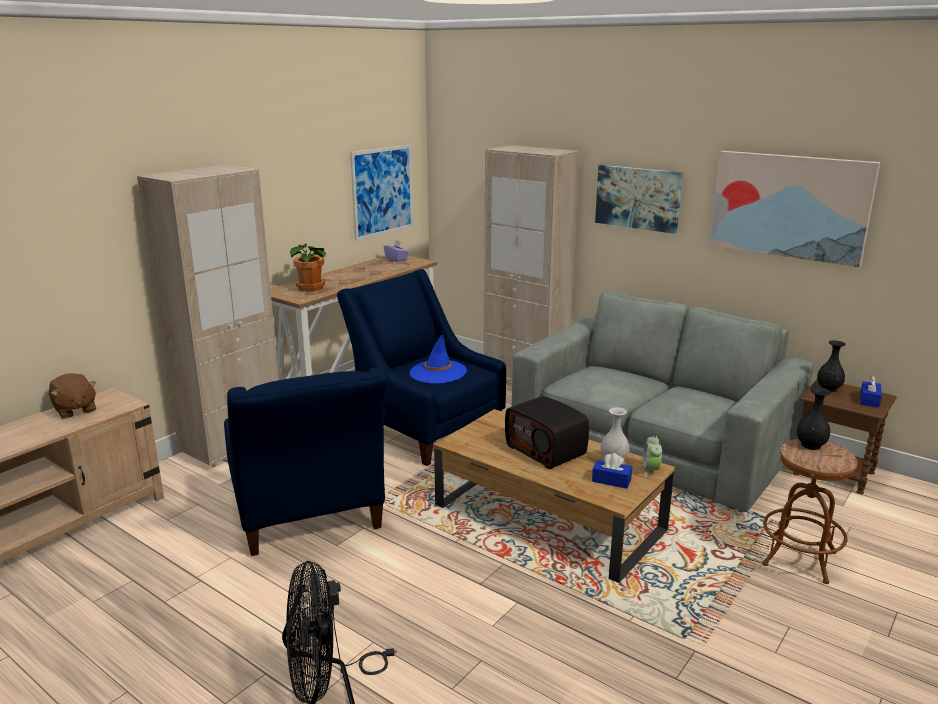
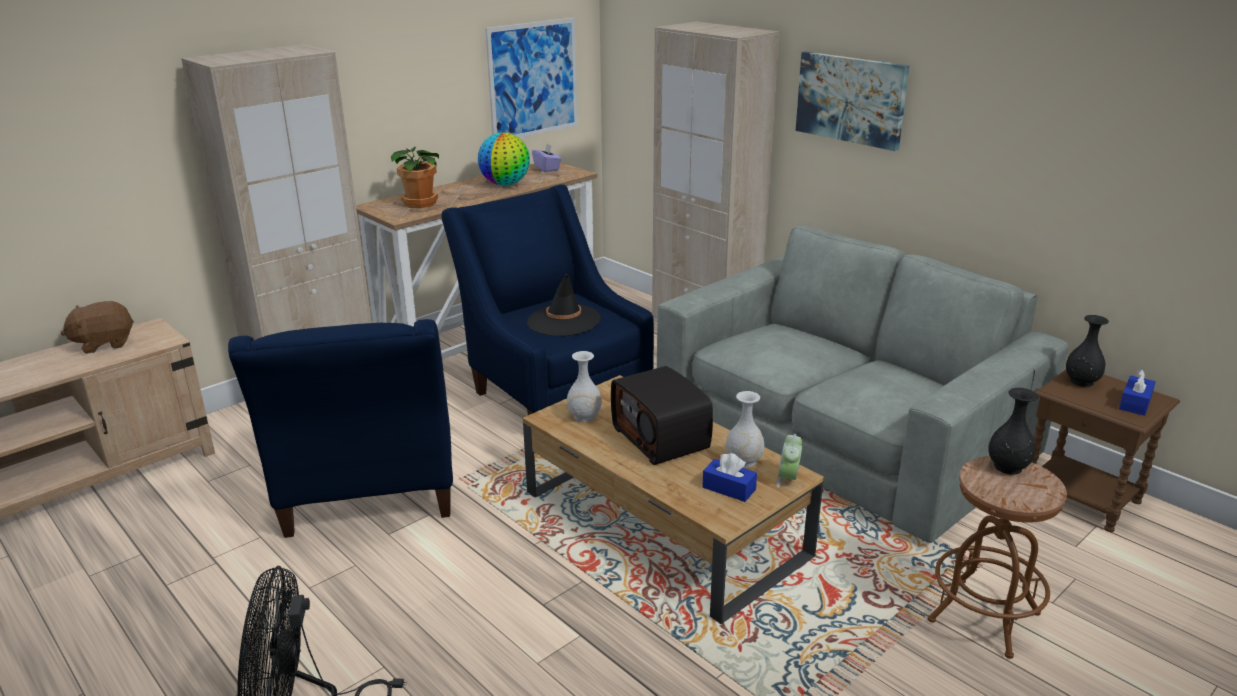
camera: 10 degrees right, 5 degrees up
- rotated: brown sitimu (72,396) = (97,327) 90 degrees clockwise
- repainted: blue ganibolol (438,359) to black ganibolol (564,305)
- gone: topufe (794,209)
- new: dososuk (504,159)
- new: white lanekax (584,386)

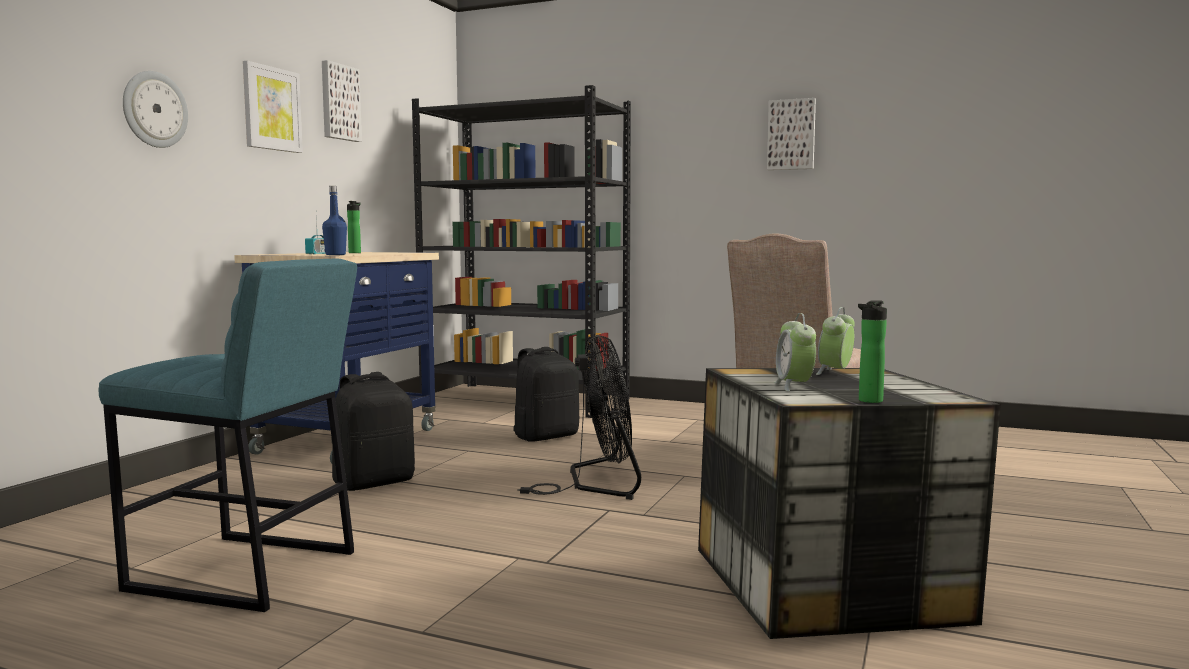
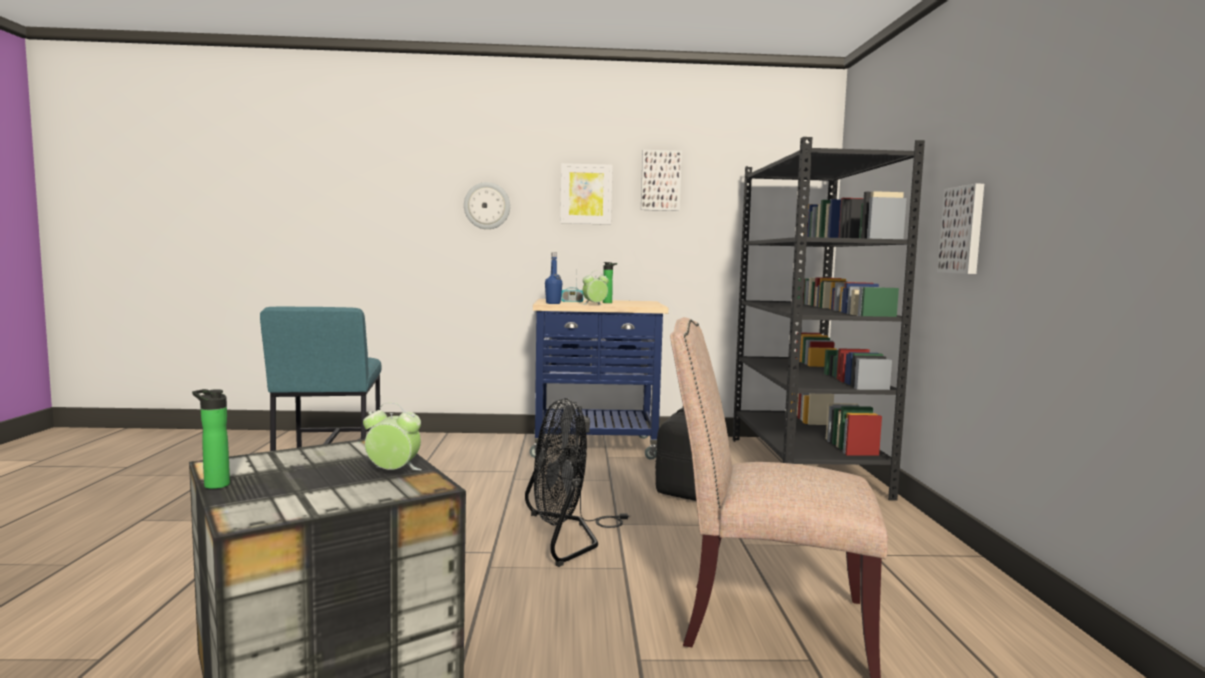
camera: 65 degrees right, 0 degrees up
- gone: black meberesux (373,431)
- rotated: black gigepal (579,417) = (577,482) 105 degrees clockwise
- shifted: topufe (791,134) to (960,229)
- shifted: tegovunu (795,352) to (595,288)

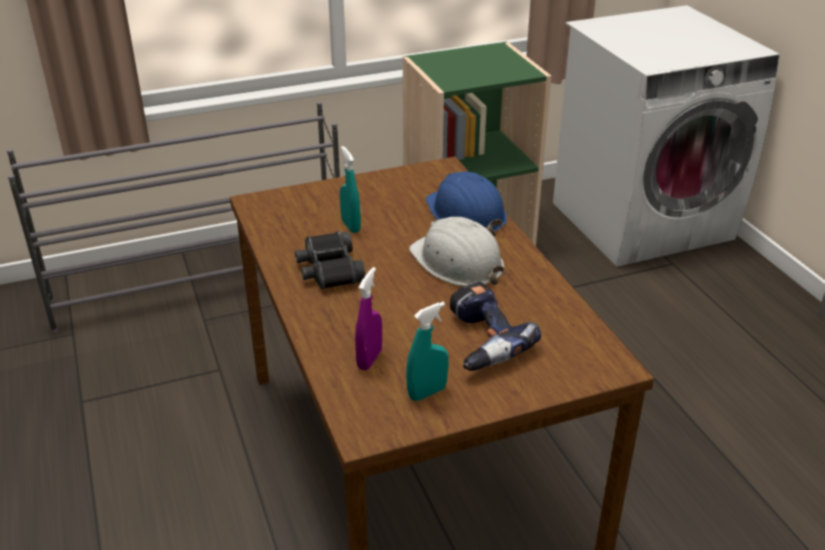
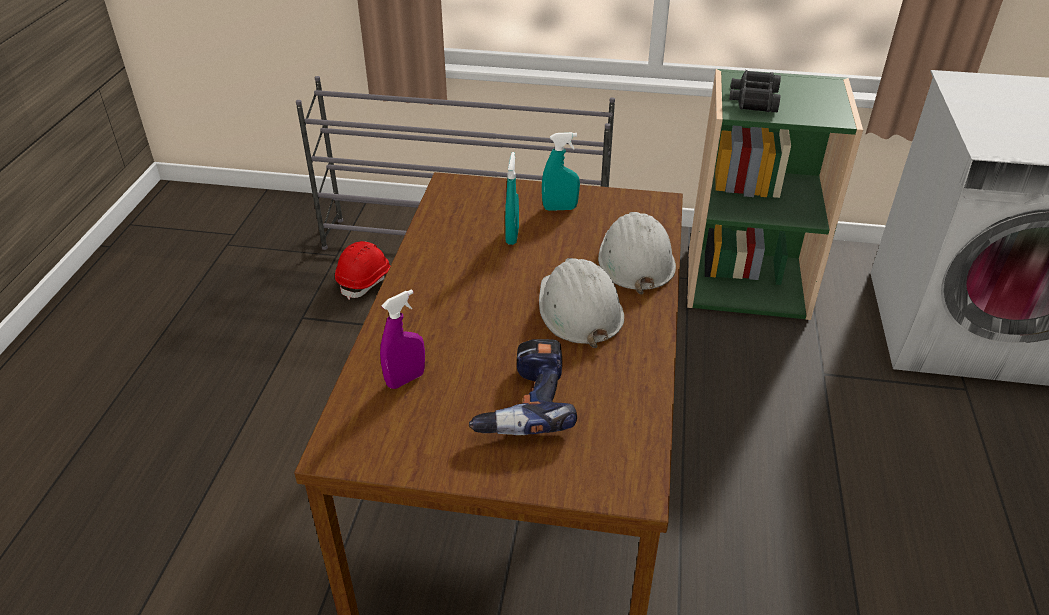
camera: 30 degrees right, 5 degrees up
- shifted: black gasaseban (330,260) to (755,91)
- shifted: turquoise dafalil (427,351) to (561,171)
- repainted: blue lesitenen (466,203) to white lesitenen (637,253)
- new: red lesitenen (363,270)

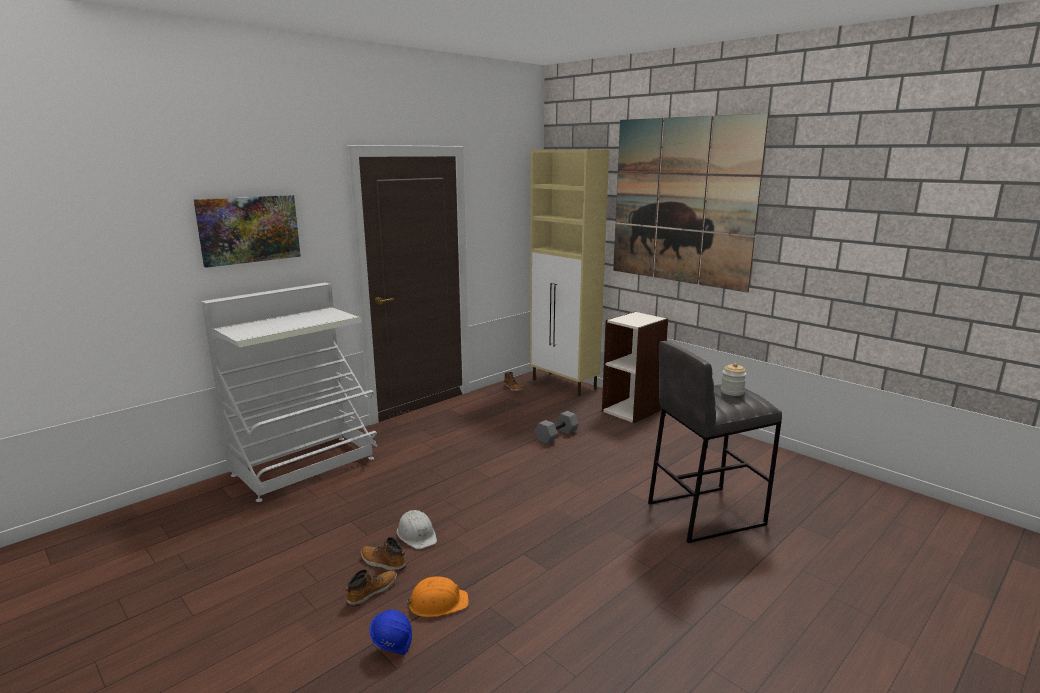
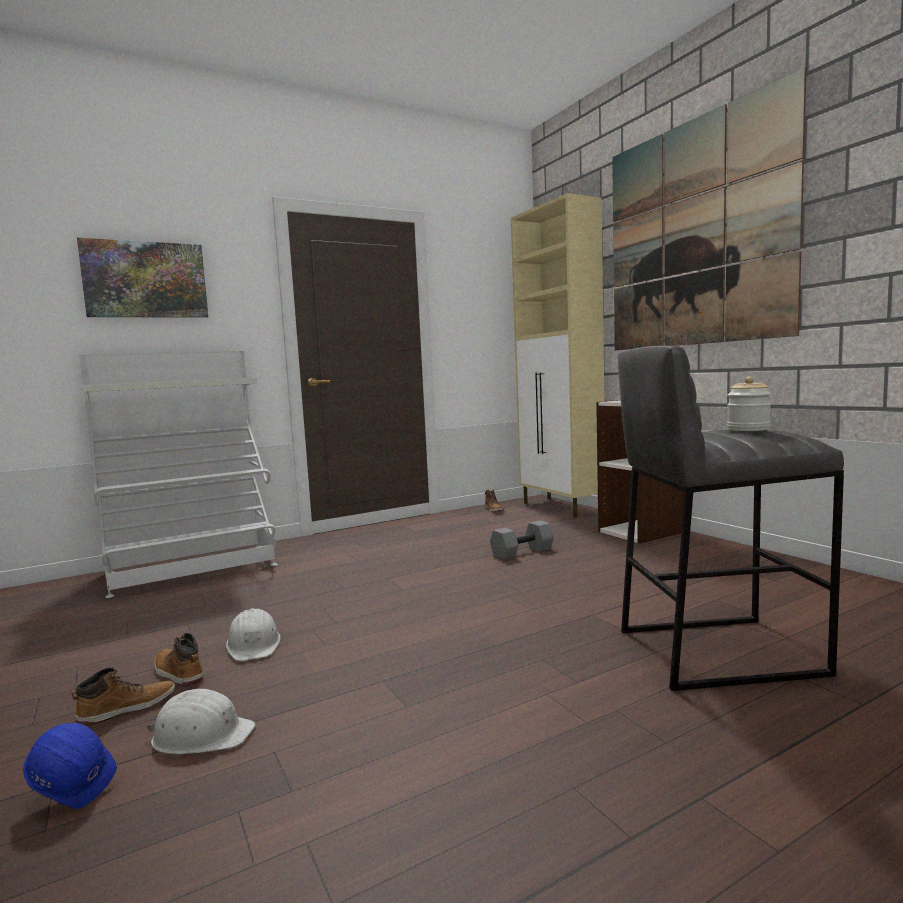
camera: 15 degrees right, 10 degrees down
- repainted: orange lesitenen (437,596) to white lesitenen (201,721)

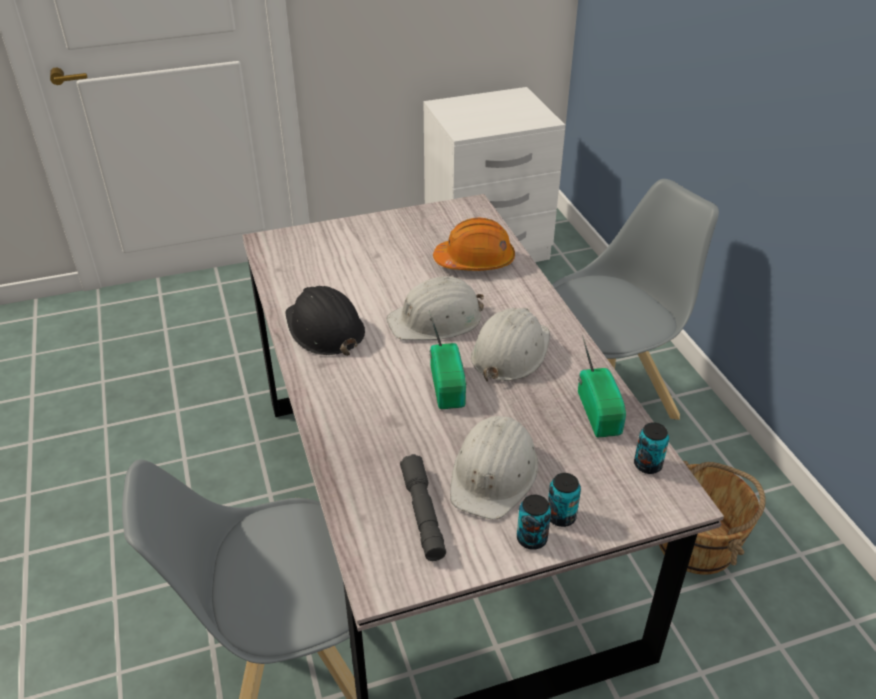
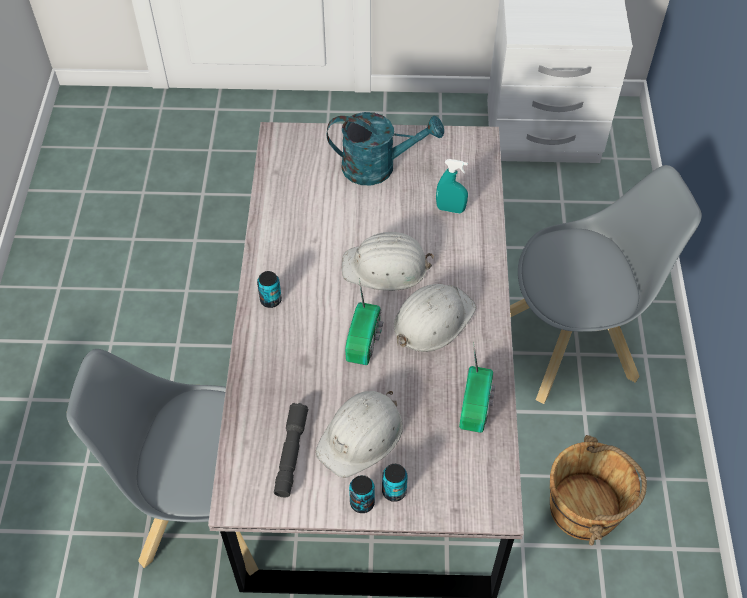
camera: 20 degrees right, 15 degrees up
- gone: black lesitenen (325,321)
- swapped: orange lesitenen (474,244) to turquoise dafalil (452,186)
- shifted: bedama (651,448) to (269,289)
- new: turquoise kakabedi (385,148)

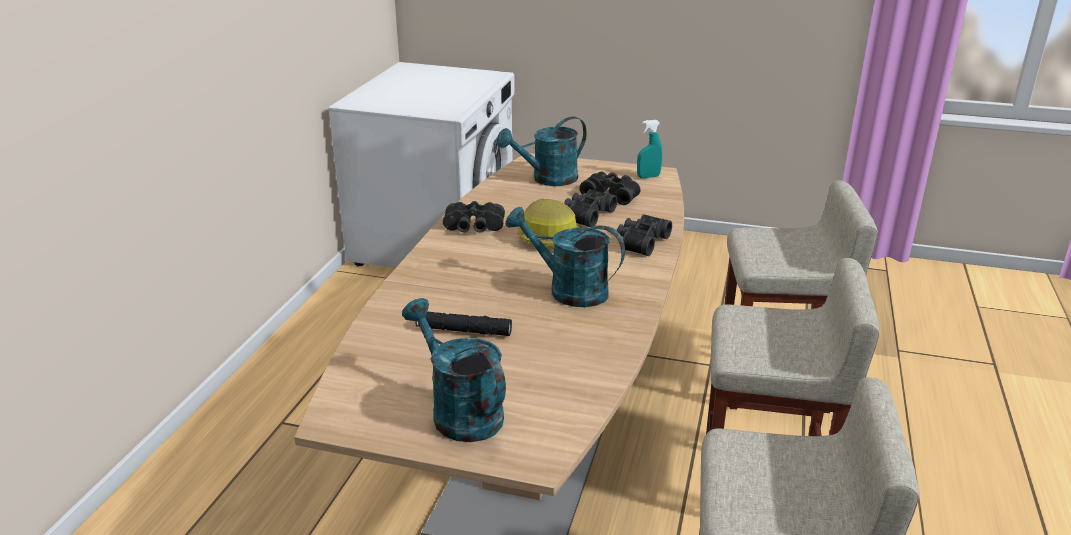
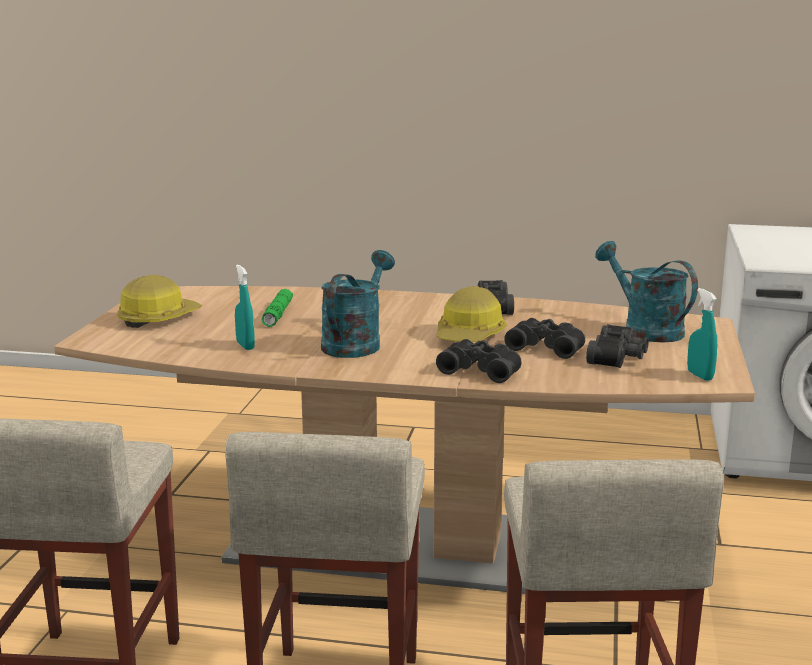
camera: 85 degrees right, 10 degrees down
- swapped: turquoise kakabedi (454,370) to lesitenen (159,301)
- repainted: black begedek (463,324) to green begedek (277,308)
- new: turquoise dafalil (245,307)

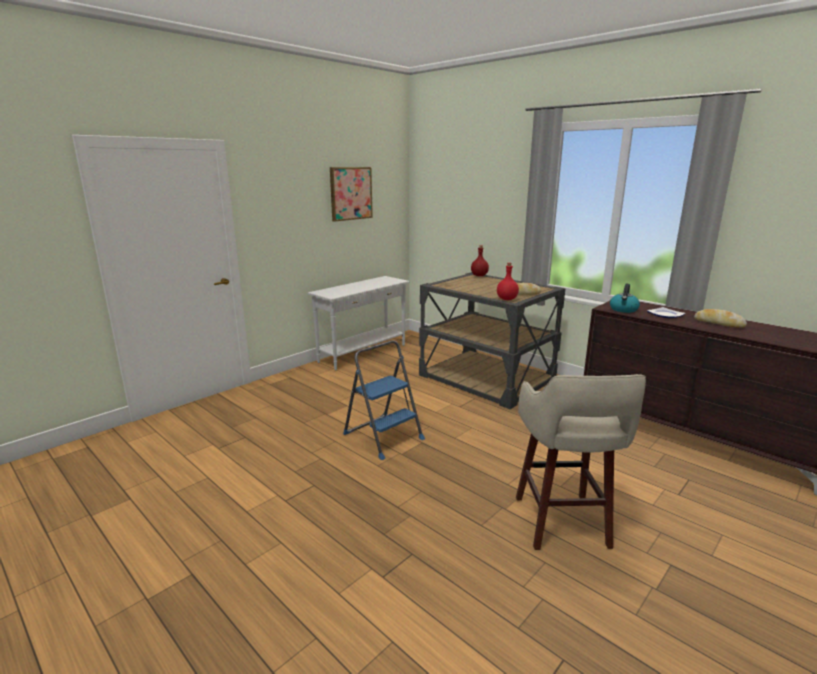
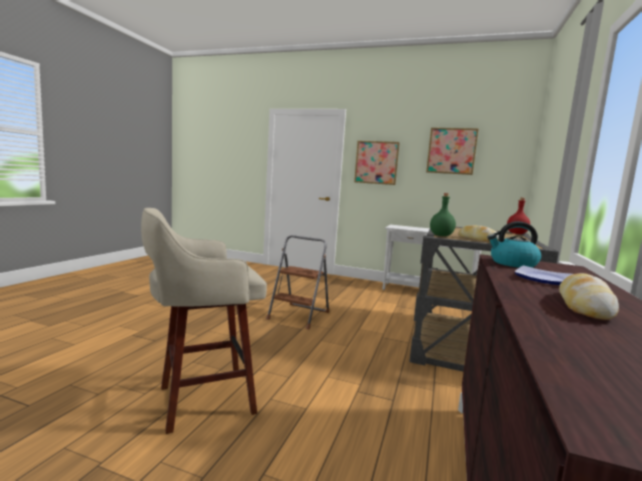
camera: 65 degrees right, 10 degrees down
- repainted: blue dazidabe (384,400) to brown dazidabe (297,282)
- repainted: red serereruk (508,281) to green serereruk (443,214)
- new: topufe (377,163)

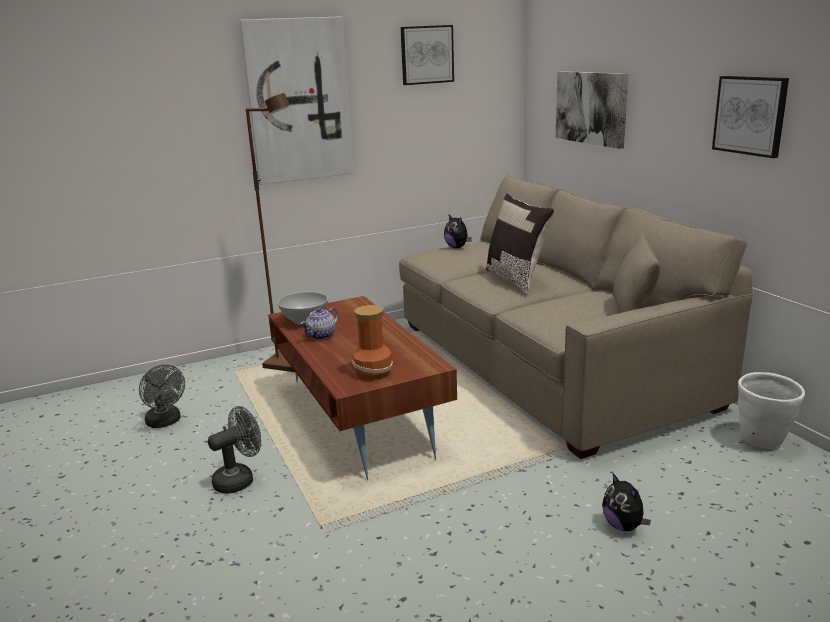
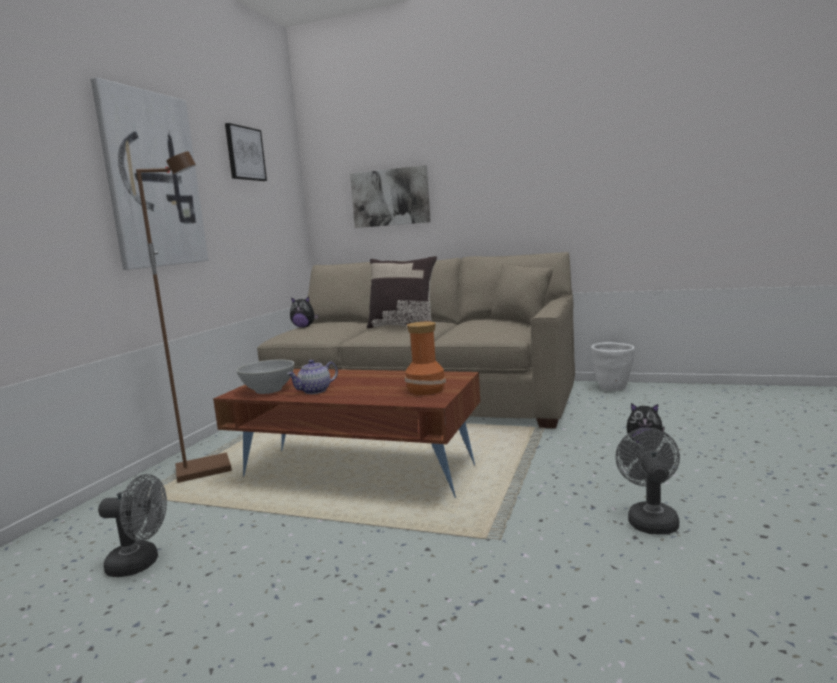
camera: 45 degrees left, 10 degrees down
- shifted: grey gigepal (234,450) to (648,481)
- rotated: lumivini (319,323) = (312,377) 60 degrees clockwise
- gone: topufe (750,117)

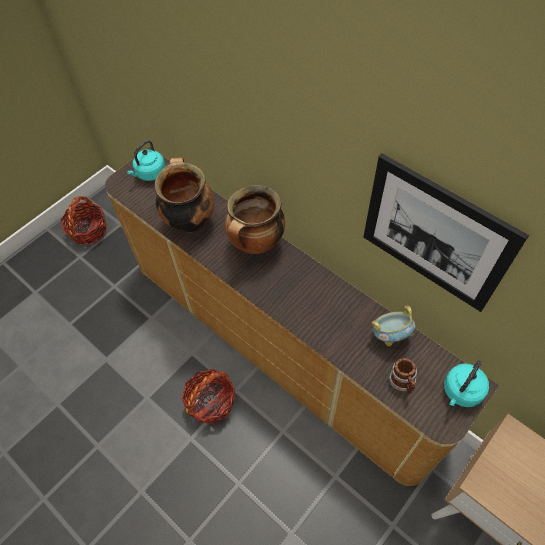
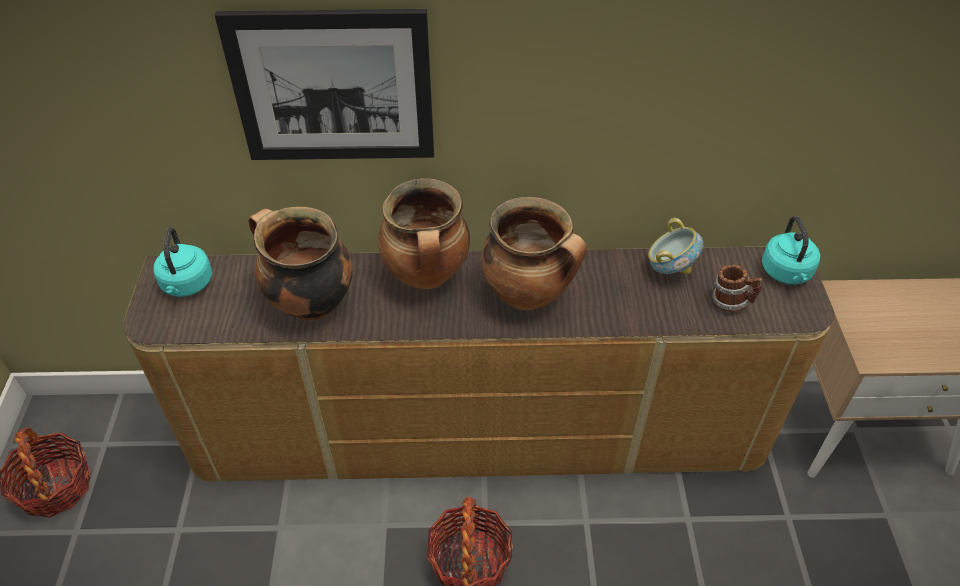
camera: 45 degrees left, 10 degrees down
- shifted: topufe (446,233) to (324,84)
- new: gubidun (534,253)

